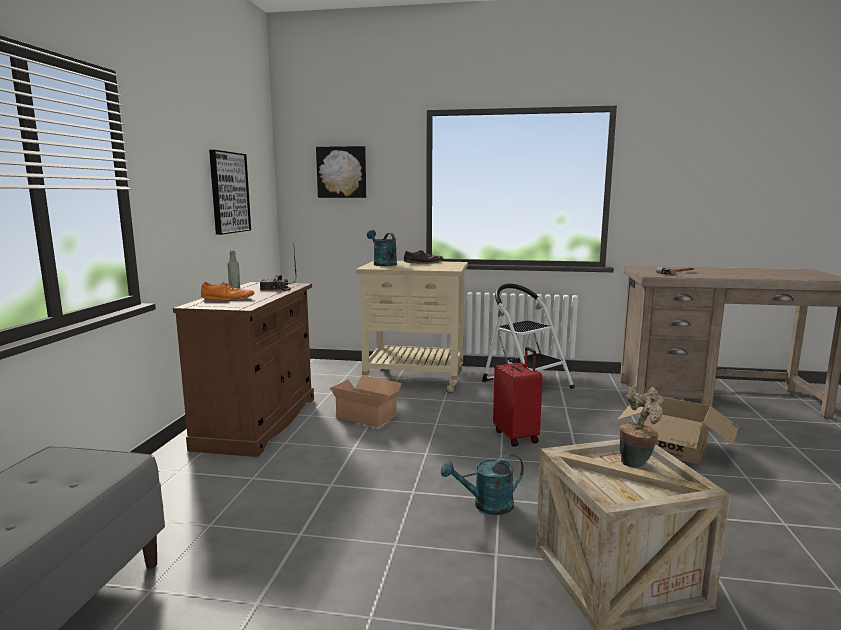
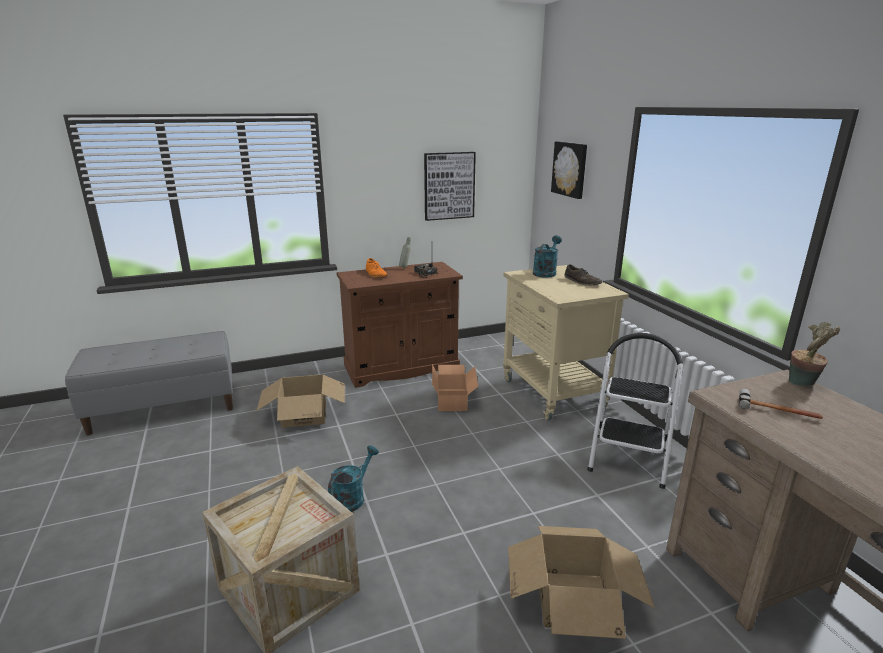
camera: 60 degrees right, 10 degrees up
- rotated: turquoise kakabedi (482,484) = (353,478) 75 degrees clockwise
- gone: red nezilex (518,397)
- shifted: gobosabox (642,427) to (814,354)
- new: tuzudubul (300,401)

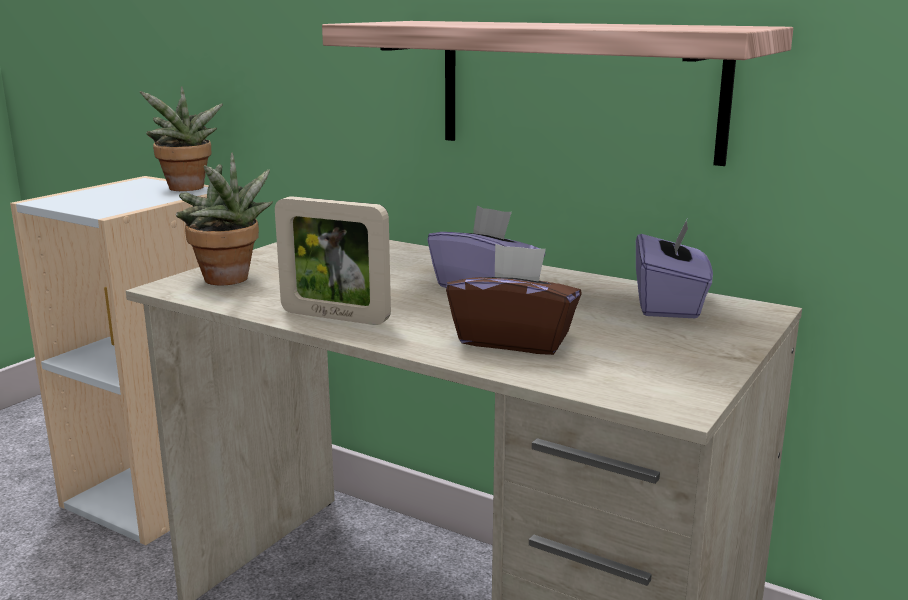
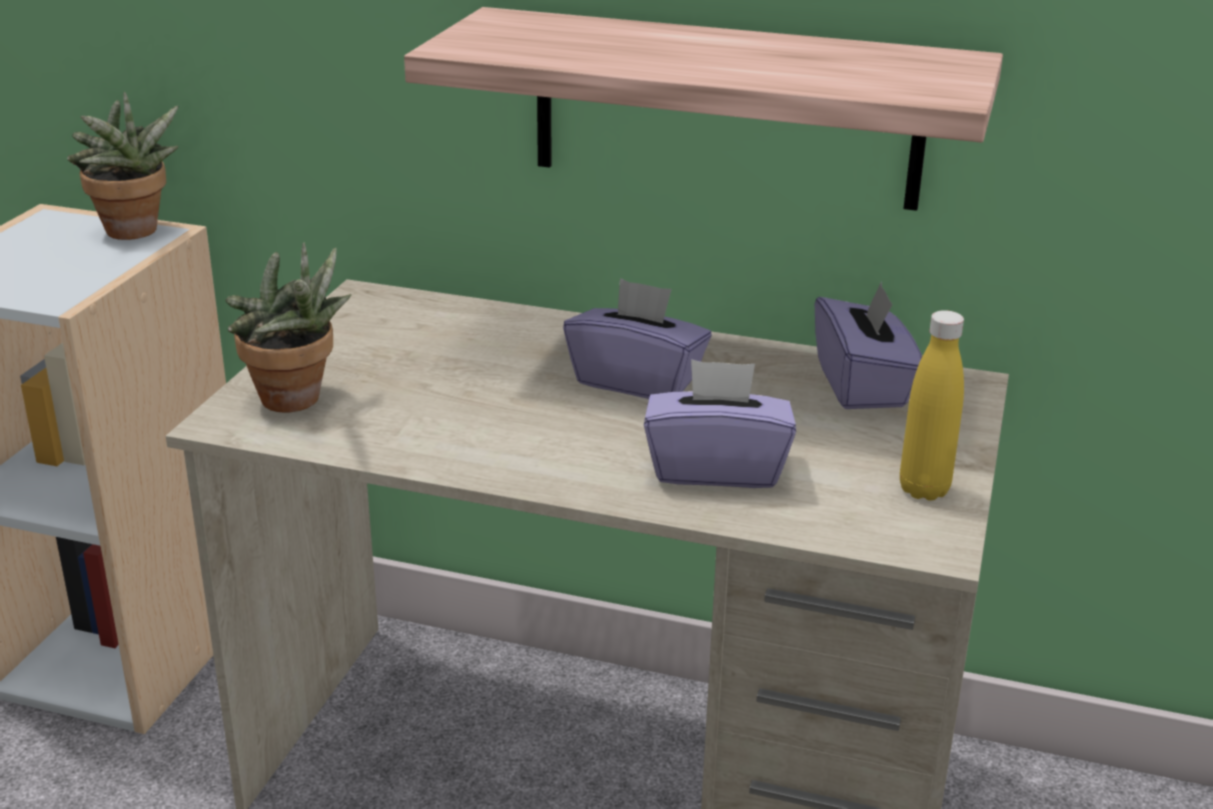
camera: 15 degrees left, 10 degrees up
- gone: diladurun (333,260)
- repainted: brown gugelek (514,299) to purple gugelek (720,423)
- new: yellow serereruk (932,405)

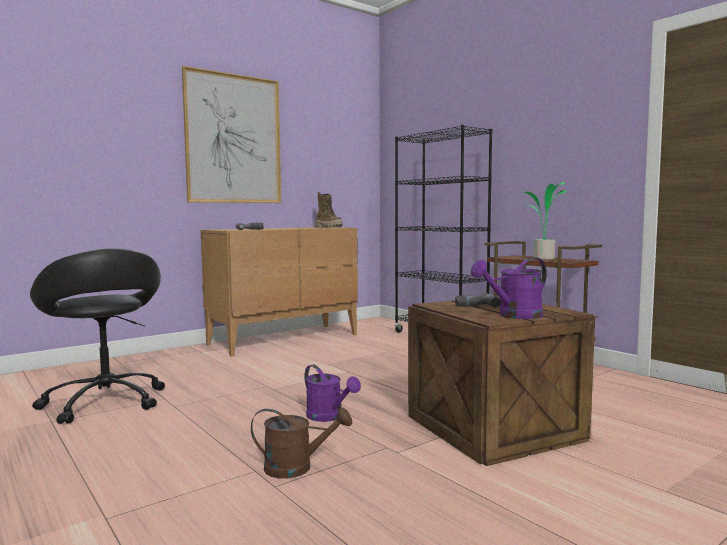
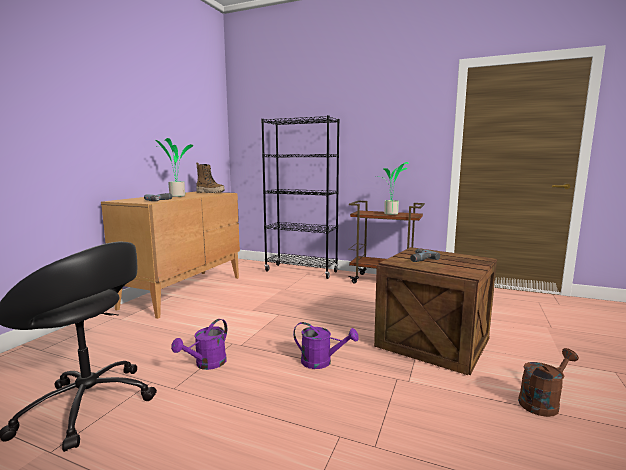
camera: 30 degrees left, 5 degrees up
- gone: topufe (231,134)
- shifted: brown kakabedi (301,442) to (548,382)
- shifted: purple kakabedi (509,288) to (199,344)
- new: gobosabox (175,167)

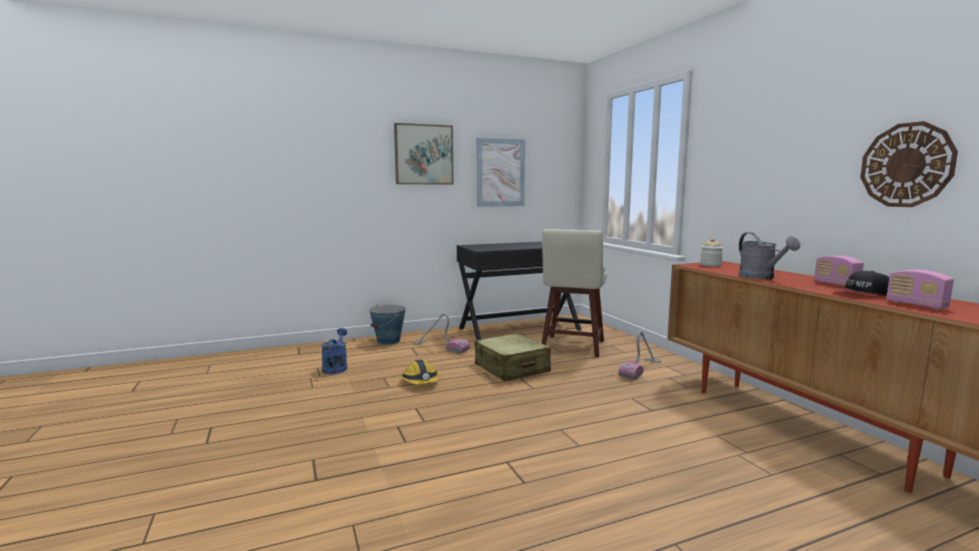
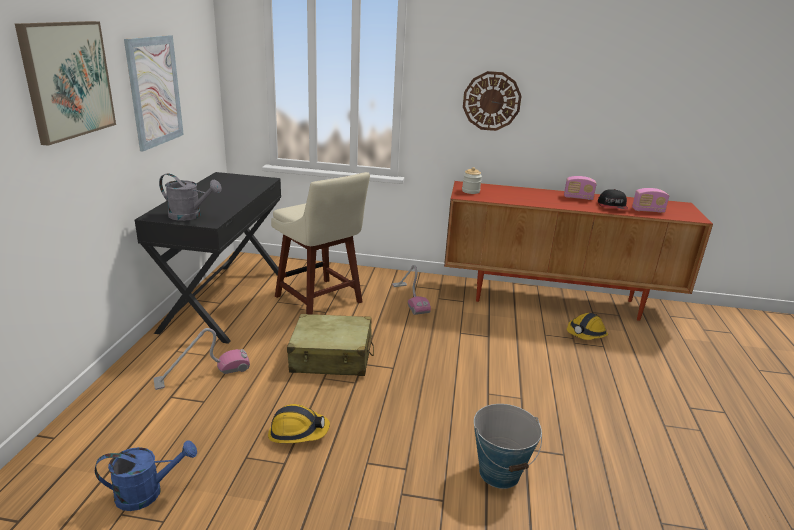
camera: 60 degrees left, 15 degrees up
- rotated: blue kakabedi (334,351) = (146,475) 135 degrees clockwise
- shifted: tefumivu (387,325) to (508,446)
- shifted: grey kakabedi (769,255) to (190,197)
- shifted: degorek (909,164) to (492,101)
- new: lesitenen (587,326)

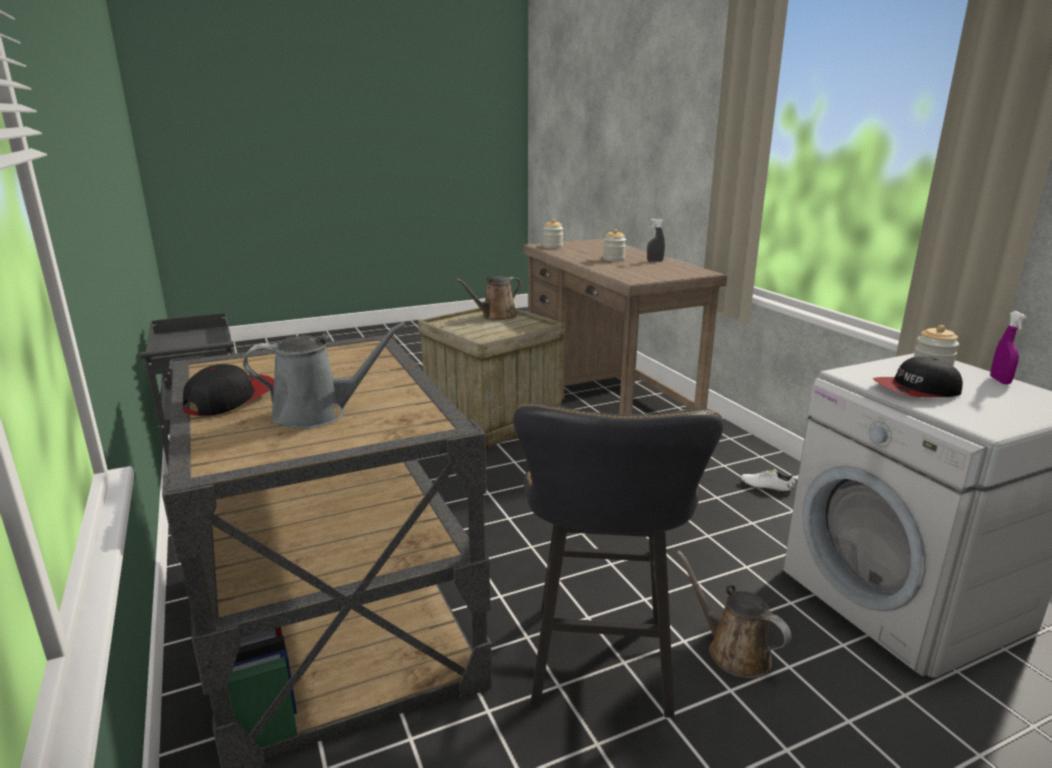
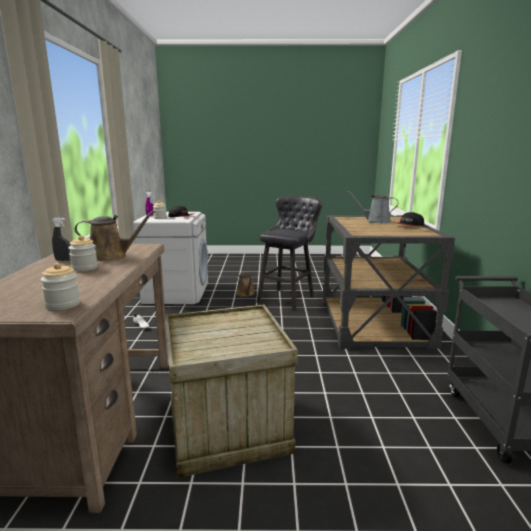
camera: 155 degrees left, 5 degrees down
- shifted: brown kakabedi (488,298) to (115,235)

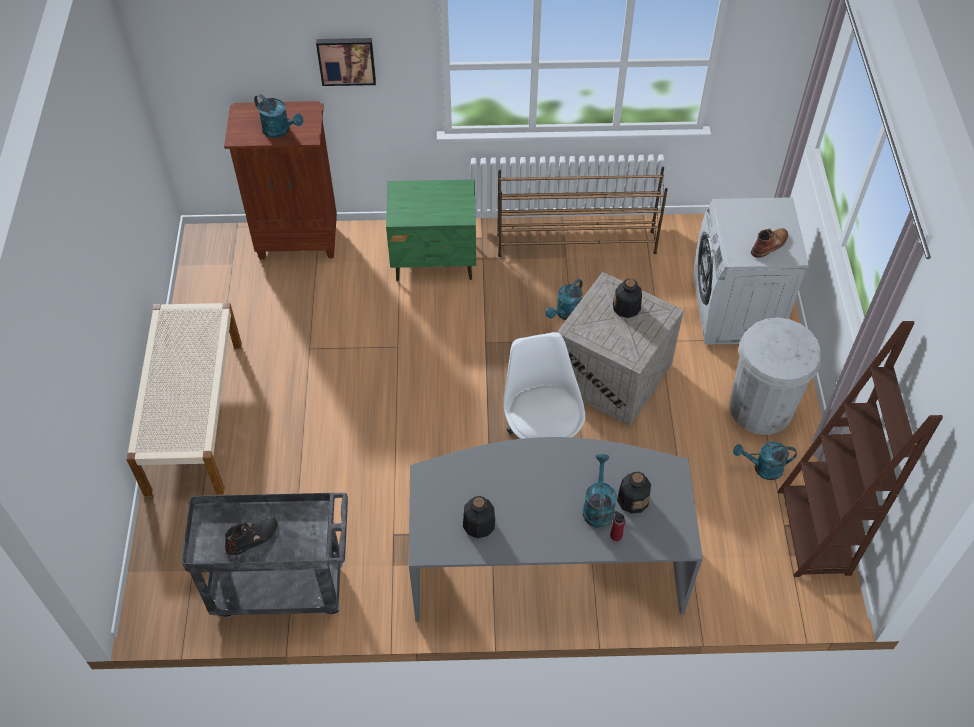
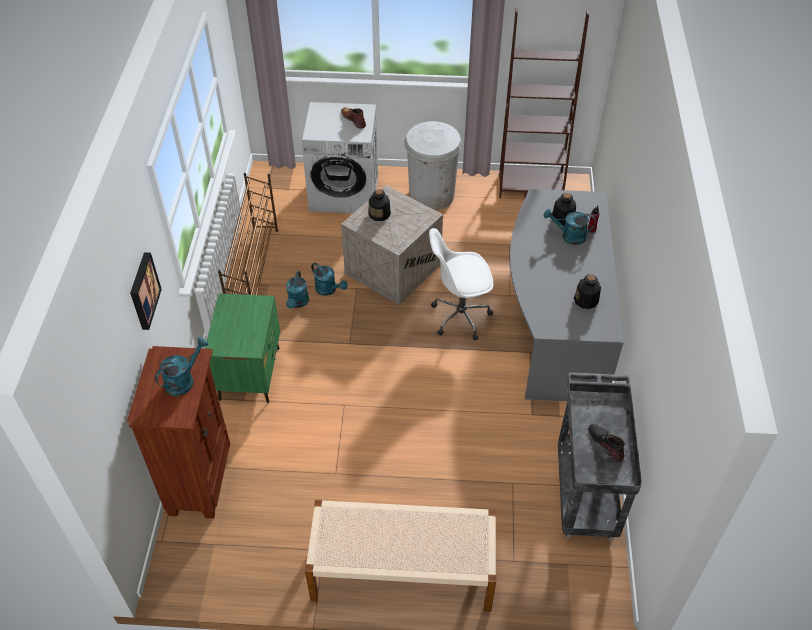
camera: 85 degrees left, 5 degrees down
- shifted: turquoise kakabedi (765,461) to (297,290)

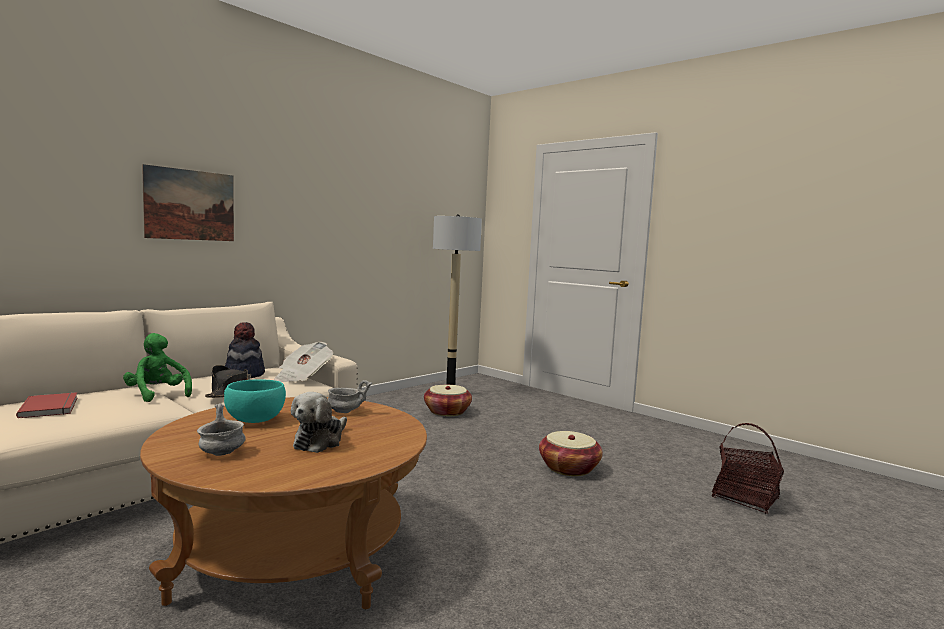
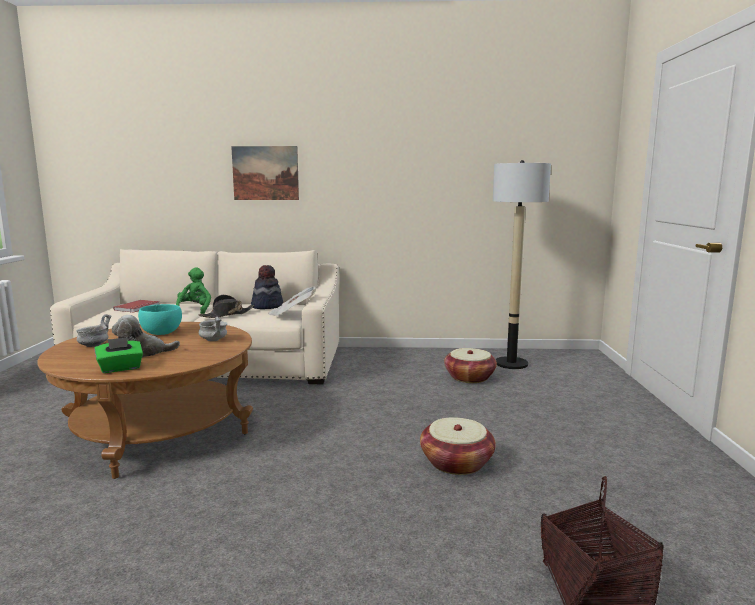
camera: 50 degrees right, 5 degrees up
- new: green gugelek (119,355)

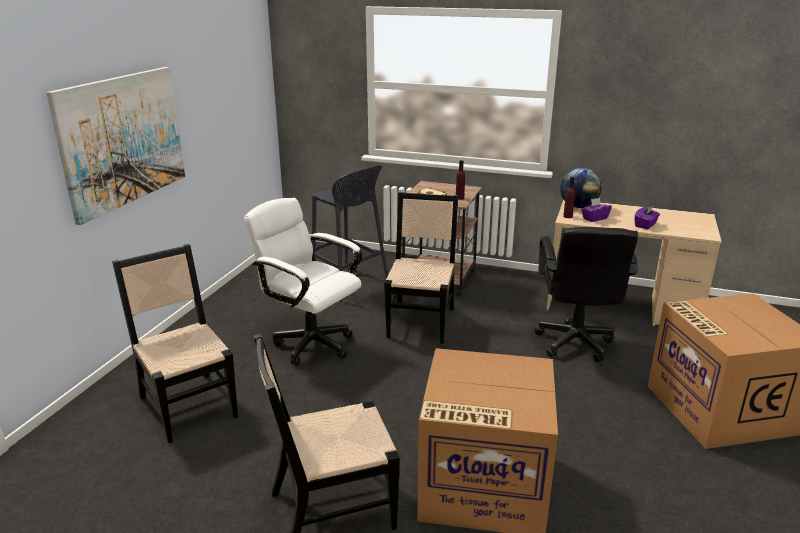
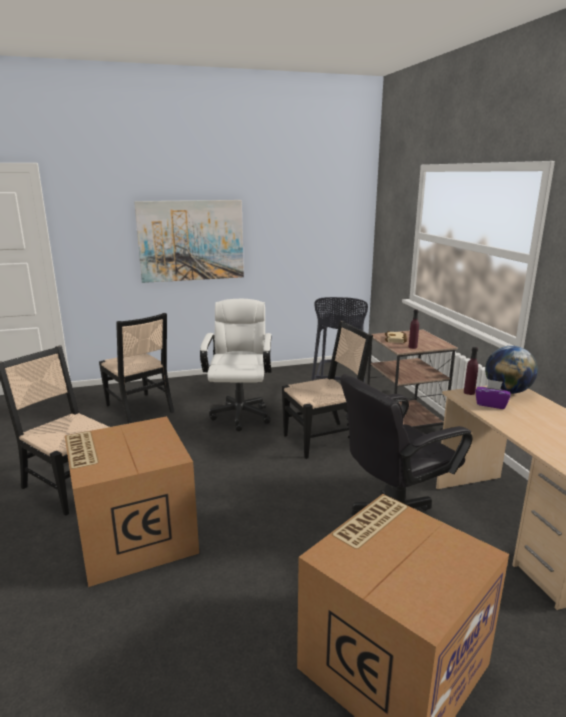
camera: 55 degrees right, 5 degrees down
- rotated: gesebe (175,343) = (136,368) 120 degrees clockwise
- gone: purple gugelek (647,217)

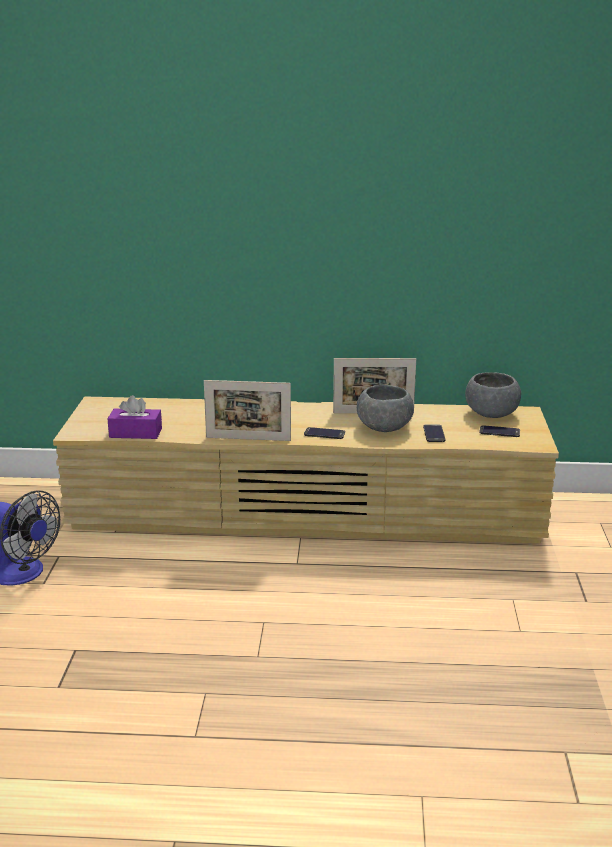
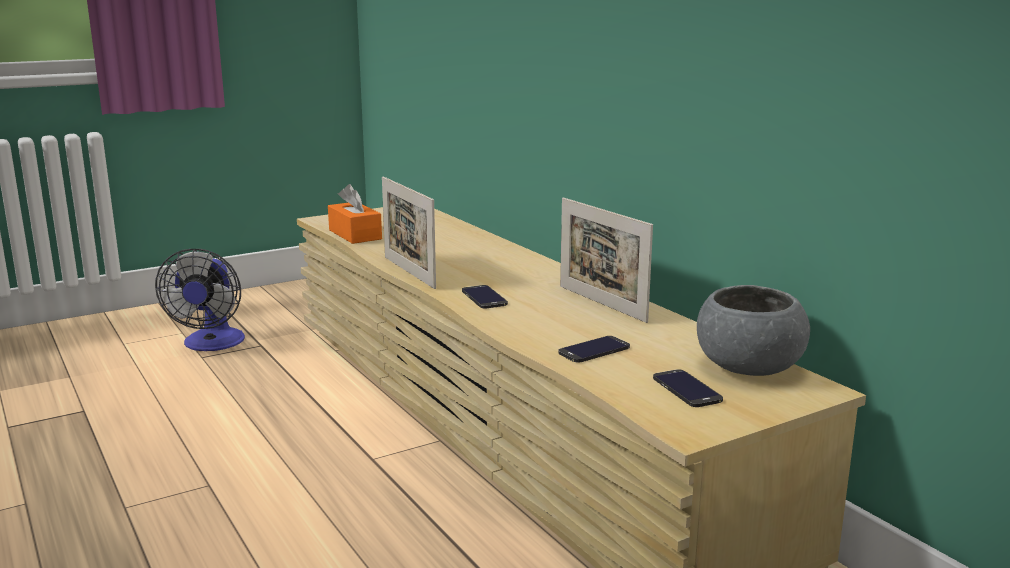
camera: 55 degrees right, 5 degrees down
- repainted: purple gugelek (134,417) to orange gugelek (355,214)
- gone: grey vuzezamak (385,408)

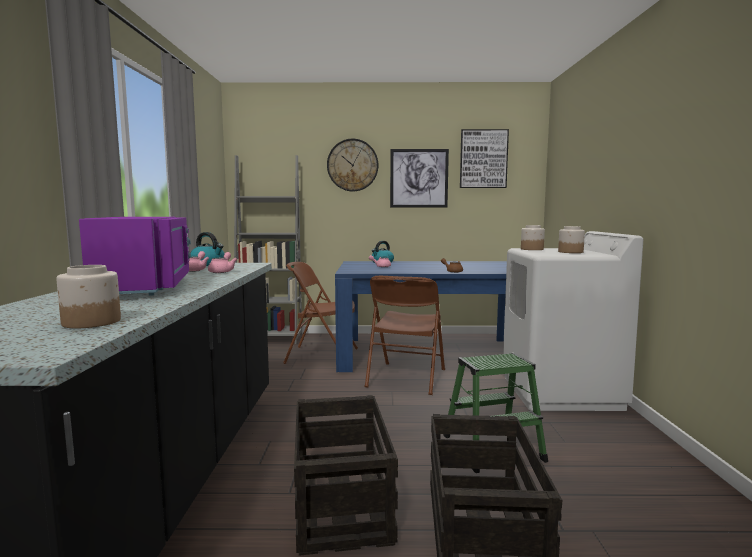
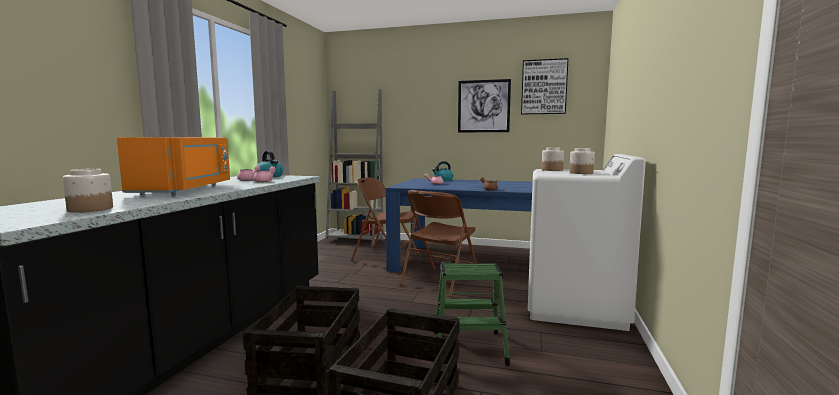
camera: 15 degrees right, 0 degrees up
- repainted: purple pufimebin (135,256) to orange pufimebin (173,166)
- gone: degorek (352,165)

